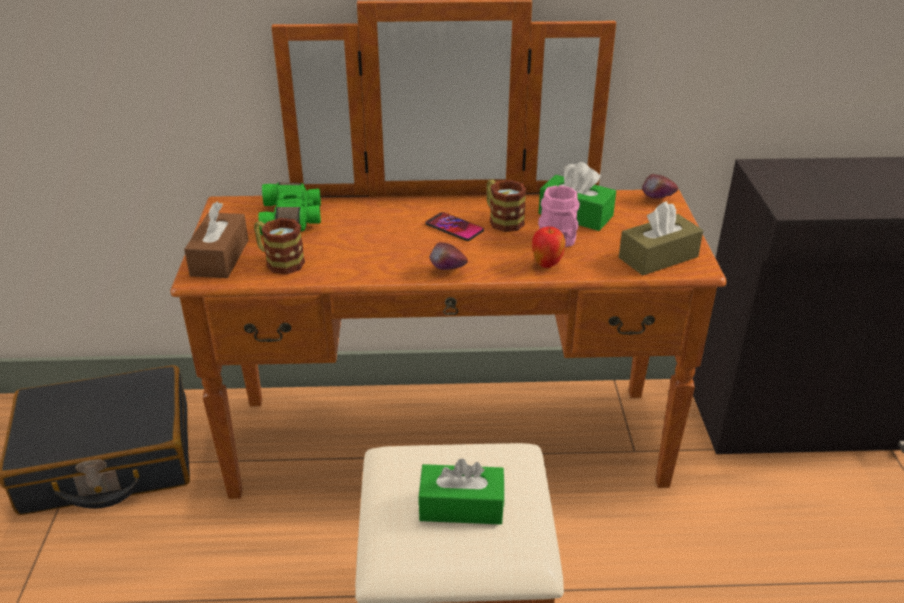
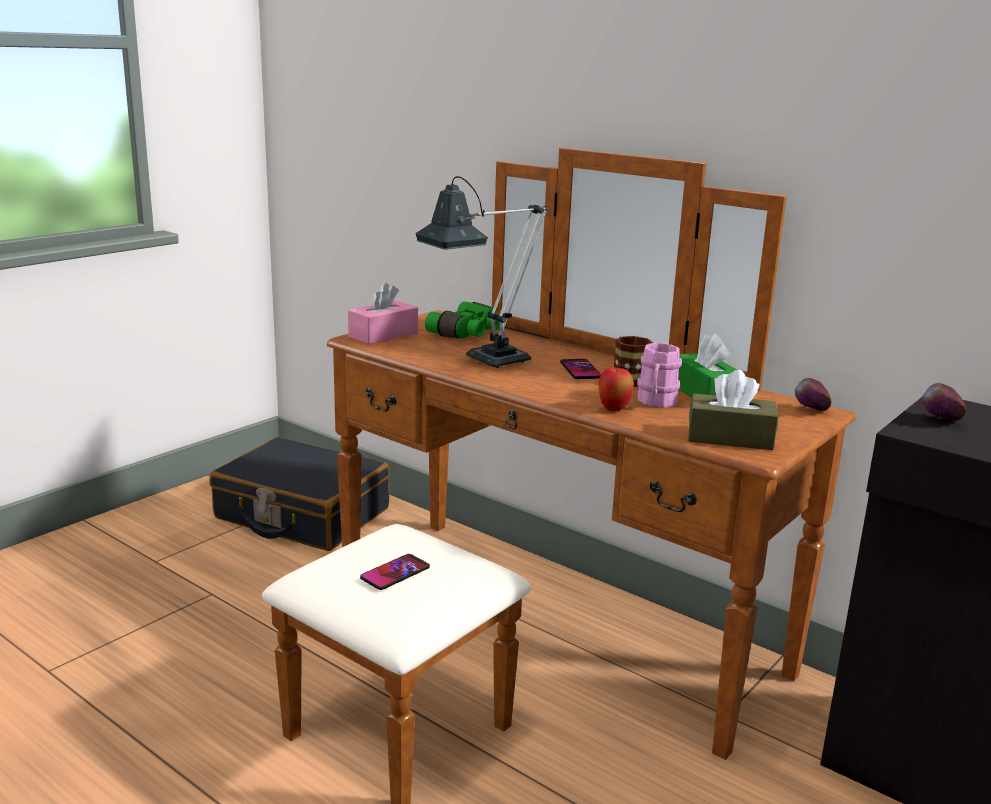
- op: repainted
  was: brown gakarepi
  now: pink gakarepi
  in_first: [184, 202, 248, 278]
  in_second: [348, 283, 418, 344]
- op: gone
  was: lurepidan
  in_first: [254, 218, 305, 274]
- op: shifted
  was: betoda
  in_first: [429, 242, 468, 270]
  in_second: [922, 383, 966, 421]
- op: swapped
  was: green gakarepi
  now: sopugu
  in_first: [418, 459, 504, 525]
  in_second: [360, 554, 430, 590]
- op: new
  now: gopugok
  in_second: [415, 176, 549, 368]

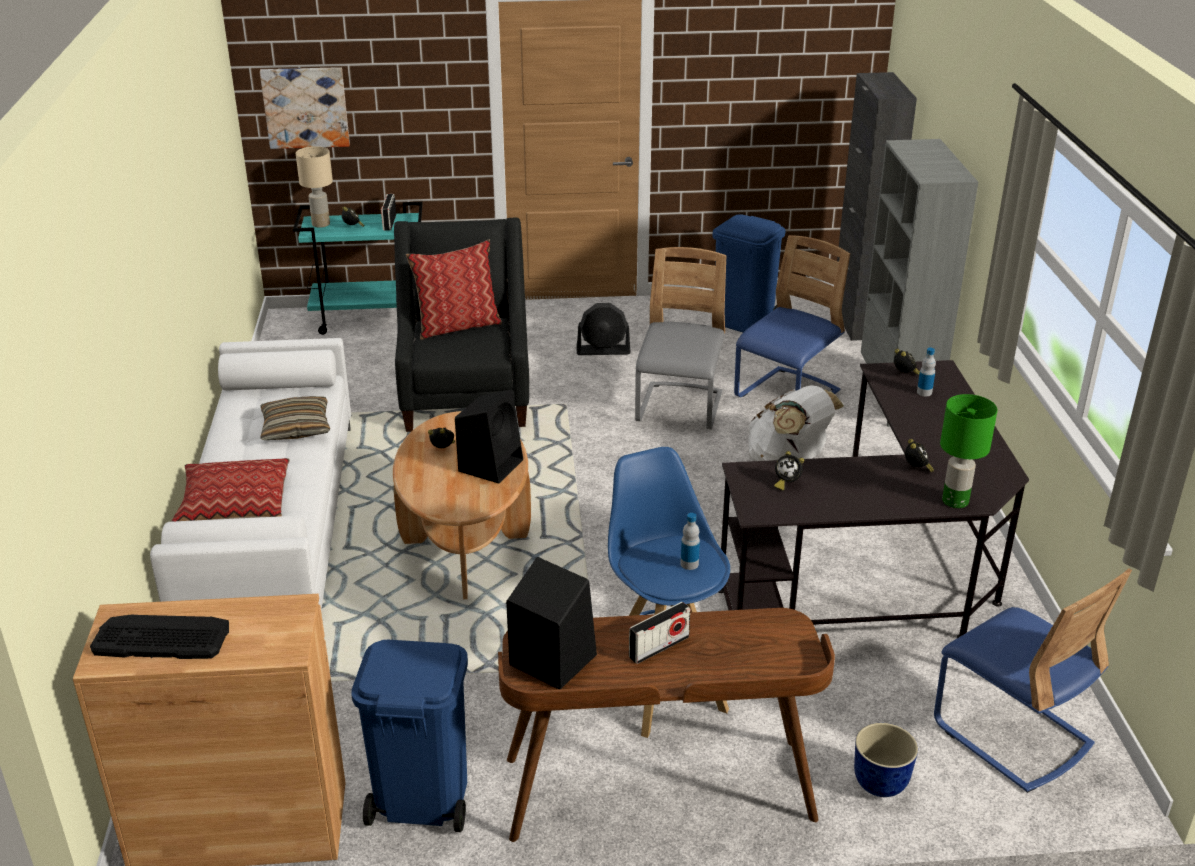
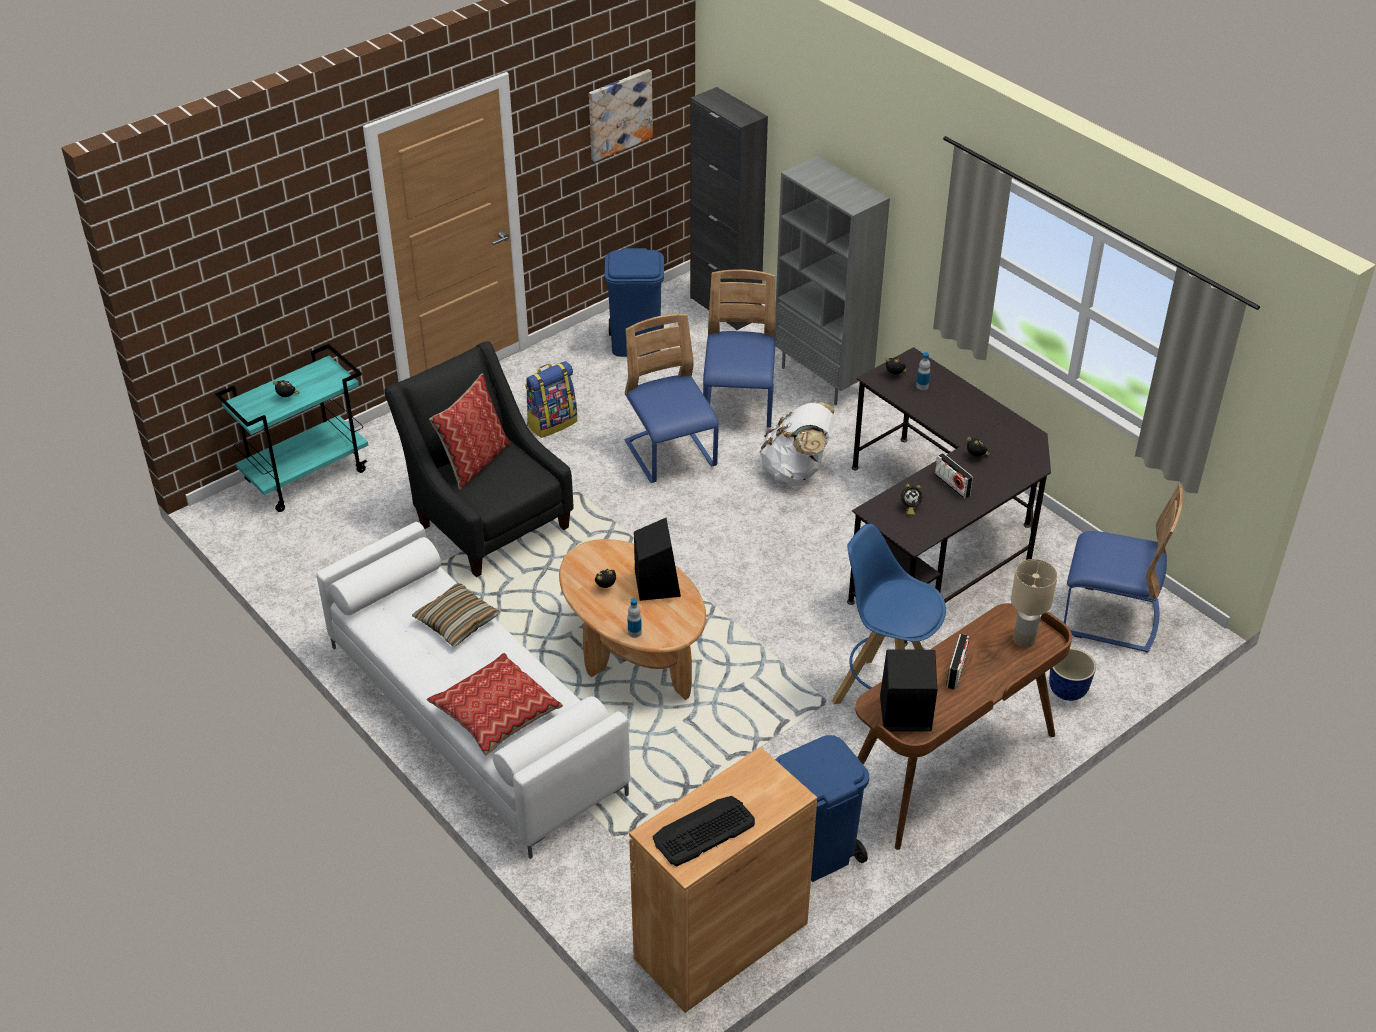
- op: shifted
  was: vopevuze
  in_first: [260, 67, 350, 149]
  in_second: [589, 69, 653, 162]
- op: shifted
  was: beige gopugok
  in_first: [296, 146, 333, 228]
  in_second: [1011, 559, 1058, 648]
- op: shifted
  was: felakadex
  in_first: [381, 194, 396, 230]
  in_second: [935, 453, 973, 499]
- op: repainted
  was: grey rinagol
  now: blue rinagol
  in_first: [635, 247, 726, 429]
  in_second: [625, 314, 719, 483]
- op: swapped
  was: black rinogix
  now: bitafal
  in_first: [576, 303, 631, 355]
  in_second: [525, 361, 577, 438]
- op: gone
  was: green gopugok
  in_first: [940, 394, 997, 508]
- op: shifted
  was: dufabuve
  in_first: [680, 513, 700, 570]
  in_second: [627, 598, 642, 638]

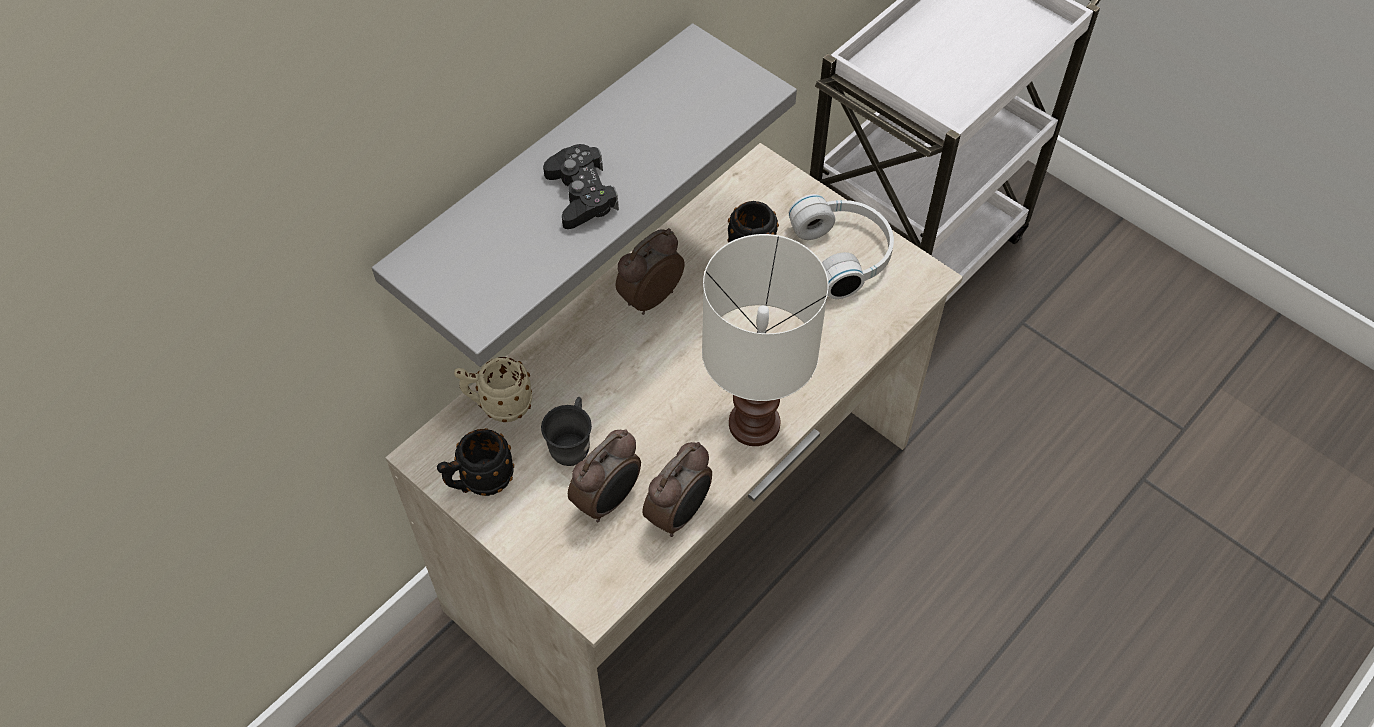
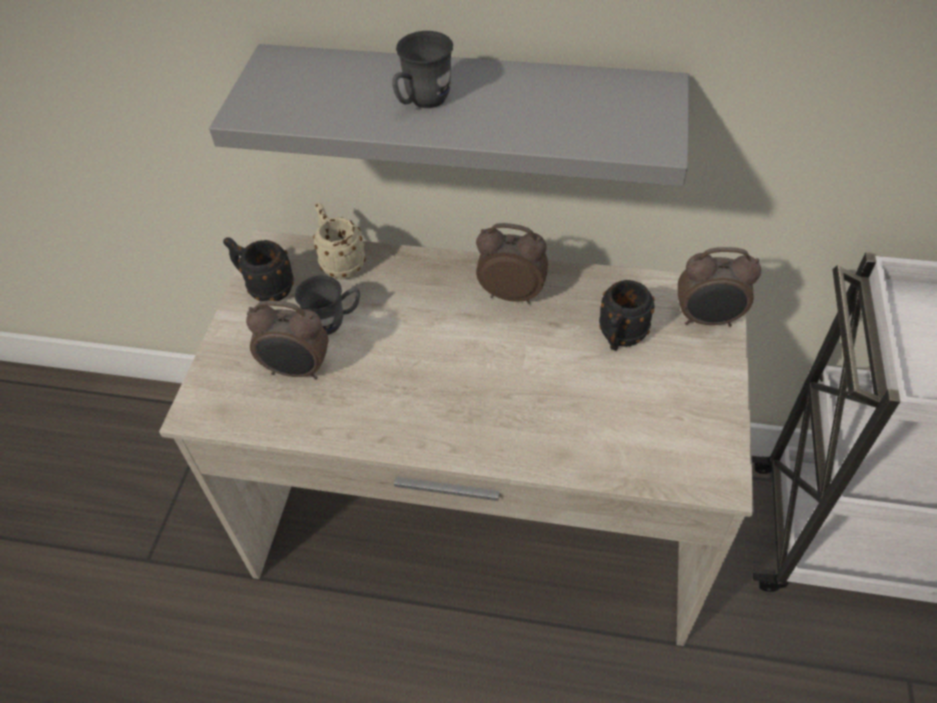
- op: swapped
  was: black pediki
  now: grey lurepidan
  in_first: [543, 144, 619, 229]
  in_second: [392, 31, 453, 108]
- op: gone
  was: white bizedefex
  in_first: [789, 194, 894, 299]
- op: gone
  was: white gopugok
  in_first: [702, 234, 829, 446]
- op: shifted
  was: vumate
  in_first: [642, 442, 712, 537]
  in_second: [678, 247, 761, 327]

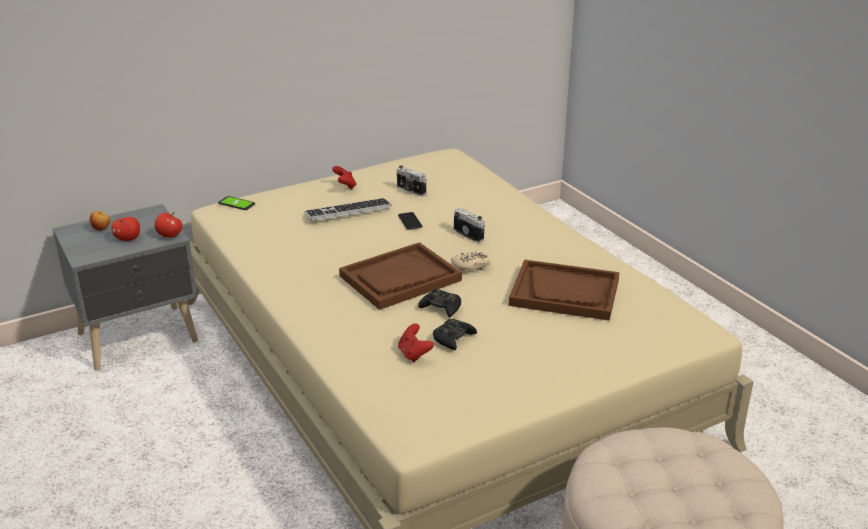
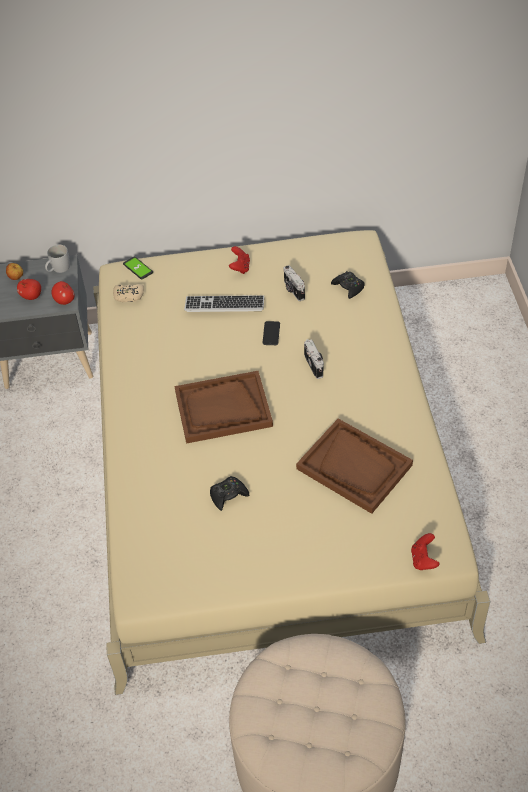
- op: shifted
  was: beige pediki
  in_first: [451, 251, 490, 272]
  in_second: [113, 284, 144, 302]
- op: shifted
  was: black pediki
  in_first: [418, 288, 461, 317]
  in_second: [331, 271, 365, 299]
- op: shifted
  was: red pediki
  in_first: [398, 323, 434, 362]
  in_second: [411, 533, 439, 570]
- op: new
  now: white lurepidan
  in_second: [45, 244, 70, 273]

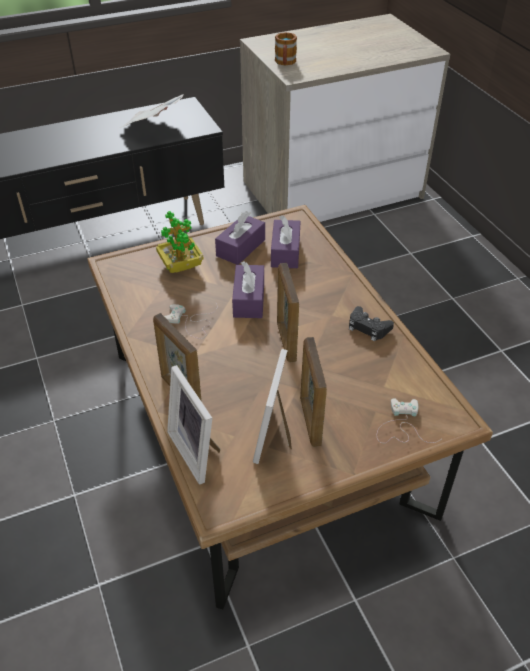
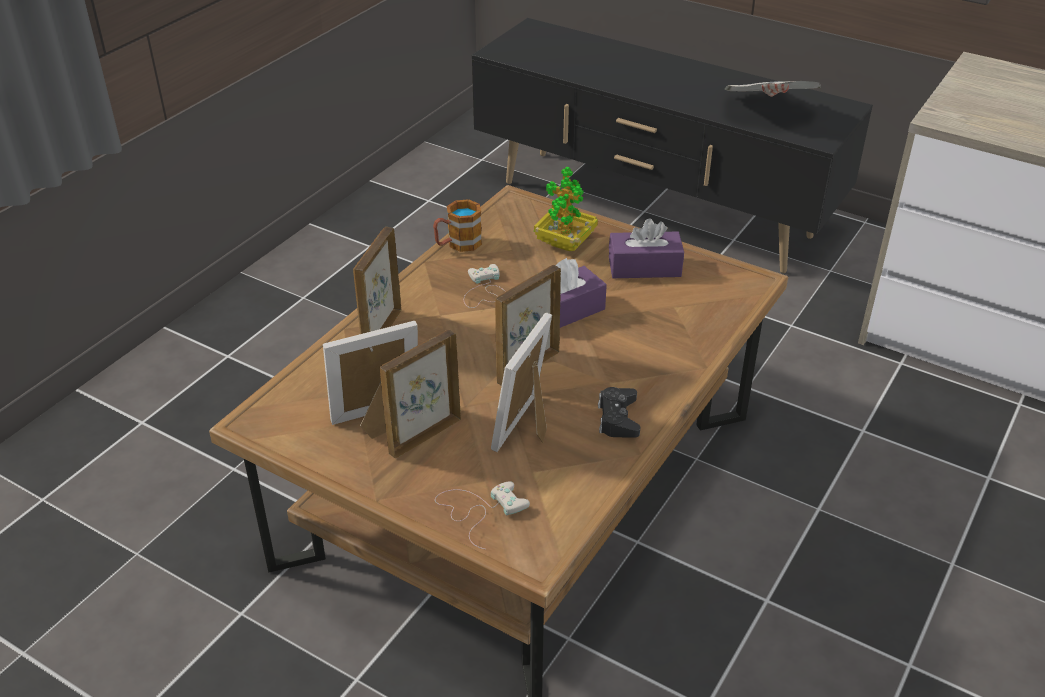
- op: shifted
  was: lurepidan
  in_first: [275, 32, 297, 66]
  in_second: [433, 199, 482, 252]
- op: gone
  was: purple gakarepi
  in_first: [271, 215, 300, 268]
- op: shifted
  was: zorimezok
  in_first: [167, 365, 221, 485]
  in_second: [491, 313, 552, 452]

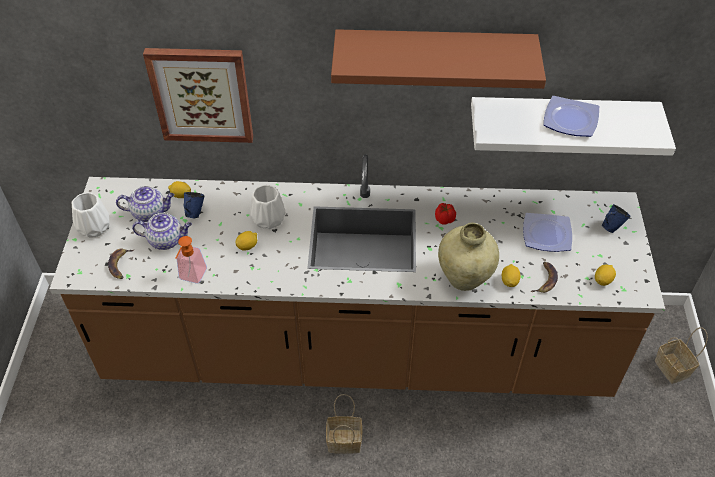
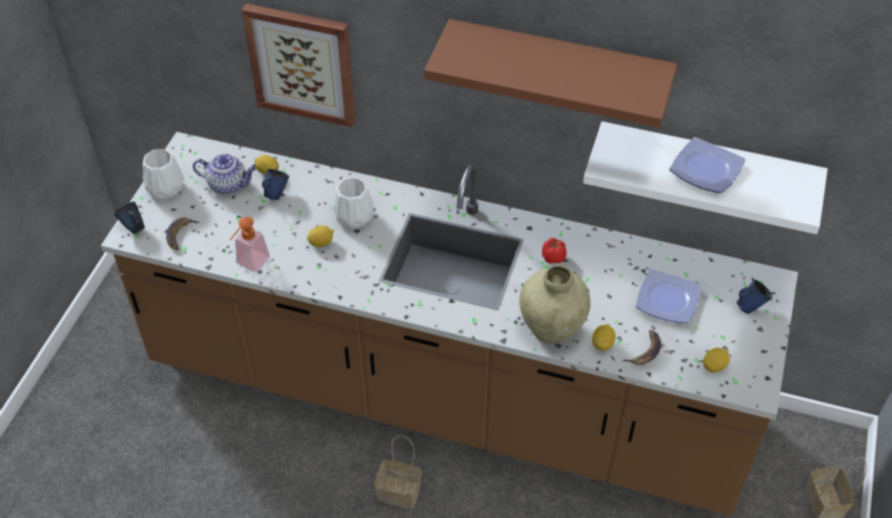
- op: gone
  was: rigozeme
  in_first: [132, 213, 192, 250]
- op: new
  now: blue lurepidan
  in_second: [114, 202, 145, 234]

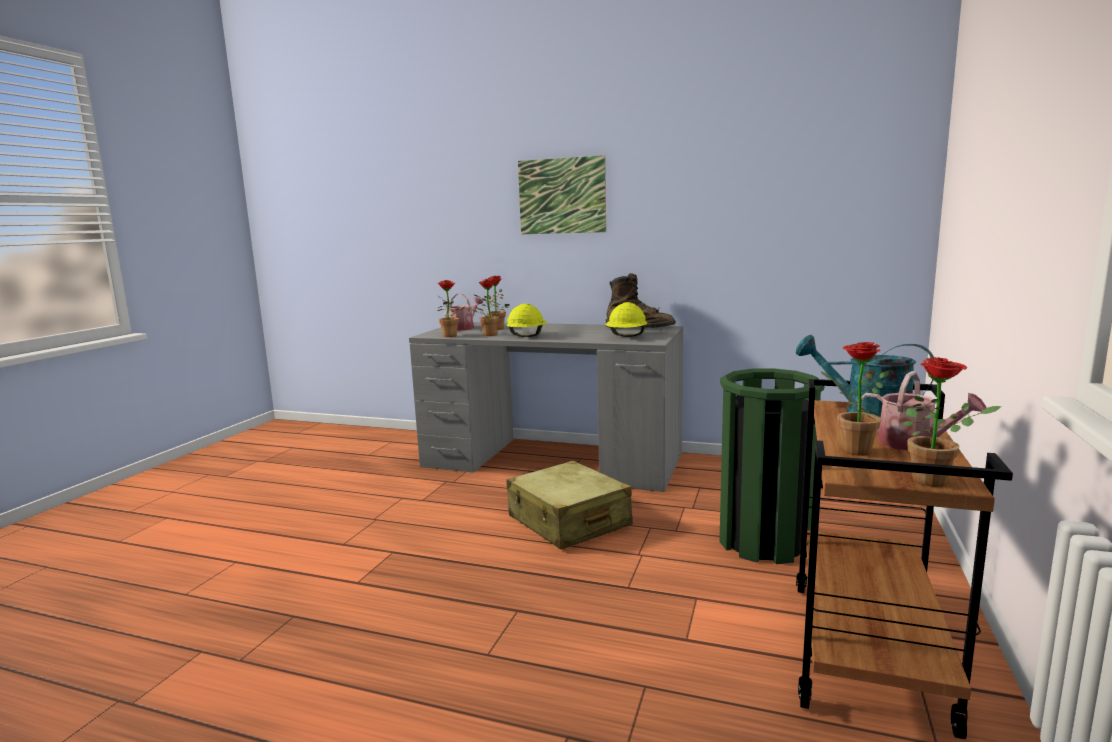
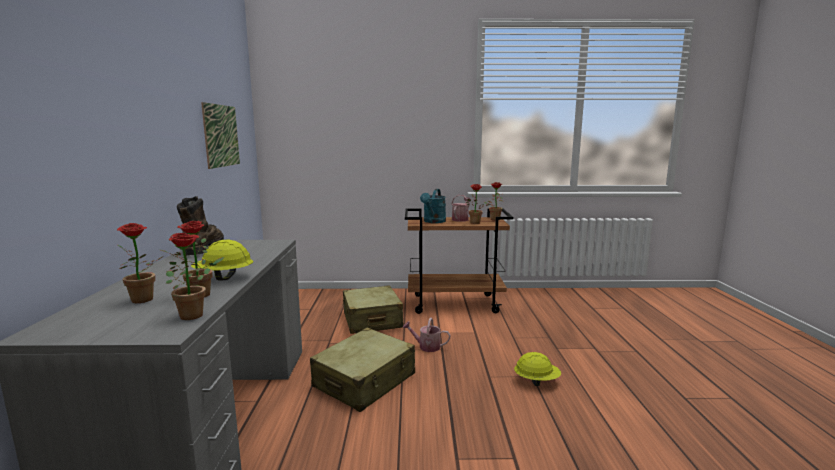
- op: shifted
  was: vopevuze
  in_first: [518, 155, 606, 234]
  in_second: [201, 102, 240, 169]
- op: shifted
  was: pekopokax
  in_first: [444, 294, 483, 331]
  in_second: [403, 317, 451, 352]
- op: shifted
  was: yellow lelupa
  in_first: [605, 302, 647, 337]
  in_second: [514, 352, 561, 386]
- op: swapped
  was: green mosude
  now: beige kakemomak
  in_first: [719, 369, 824, 564]
  in_second: [342, 285, 403, 334]

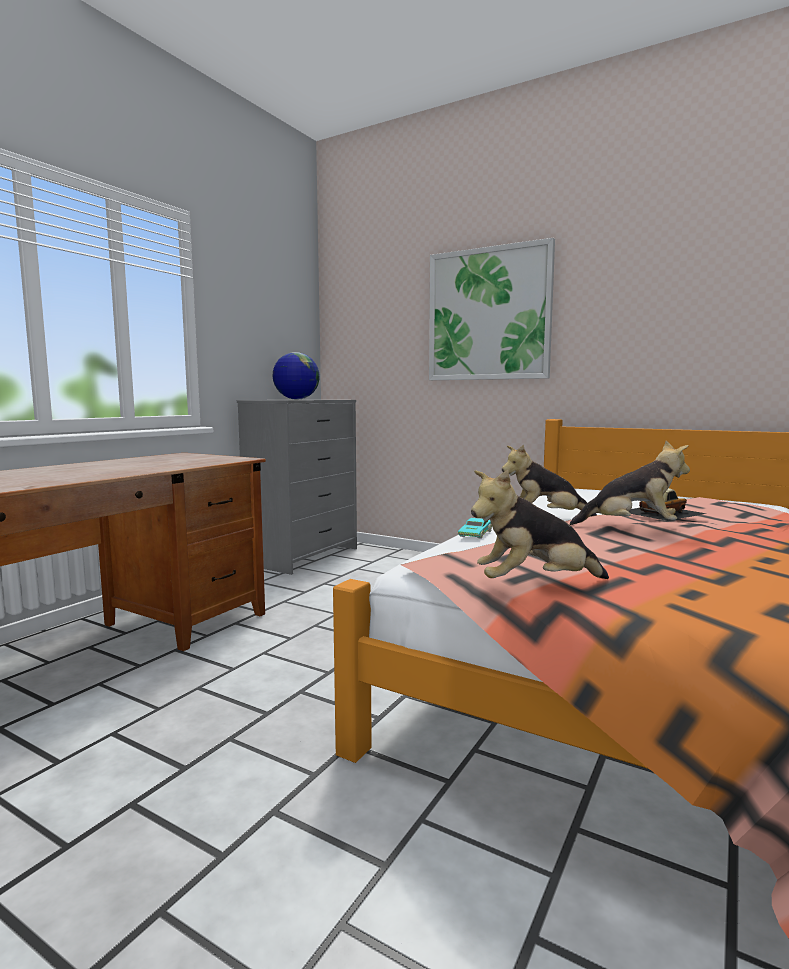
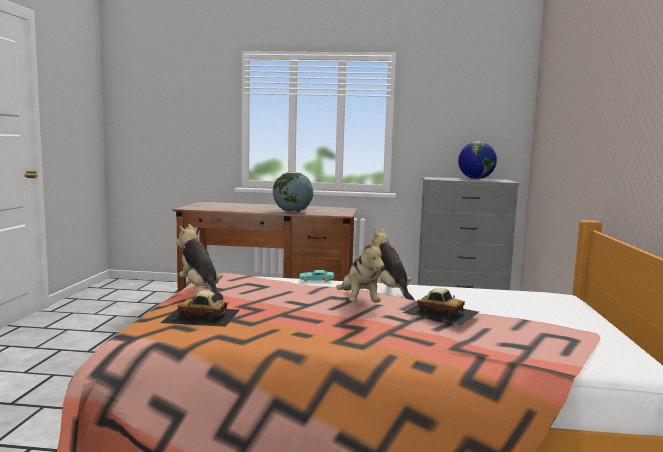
- op: gone
  was: vopevuze
  in_first: [429, 238, 555, 380]
- op: new
  now: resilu
  in_second: [273, 172, 313, 212]
- op: new
  now: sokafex
  in_second: [160, 290, 239, 327]

